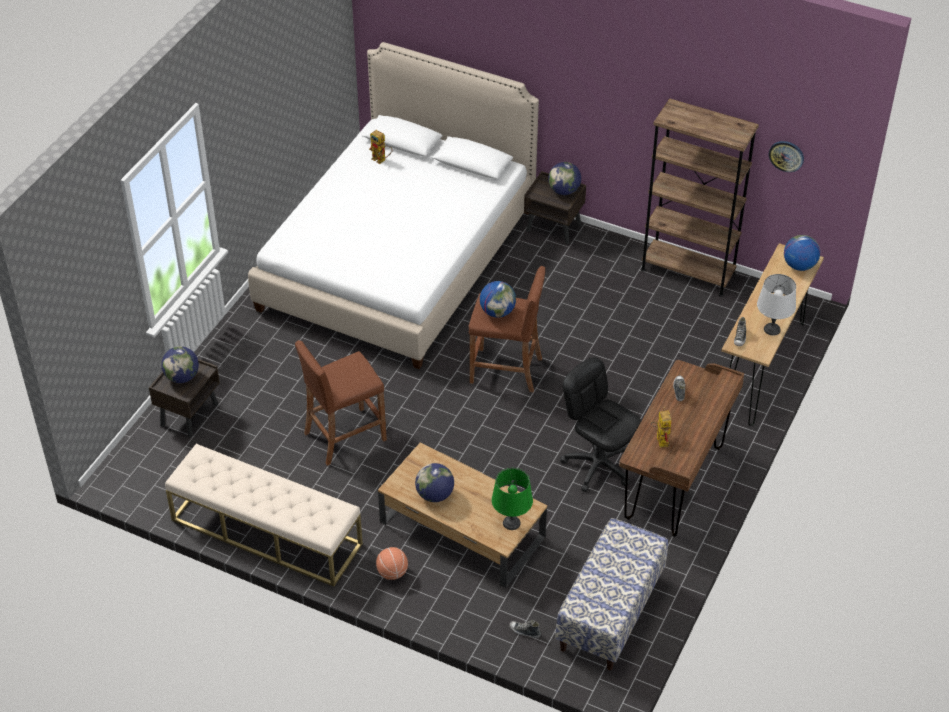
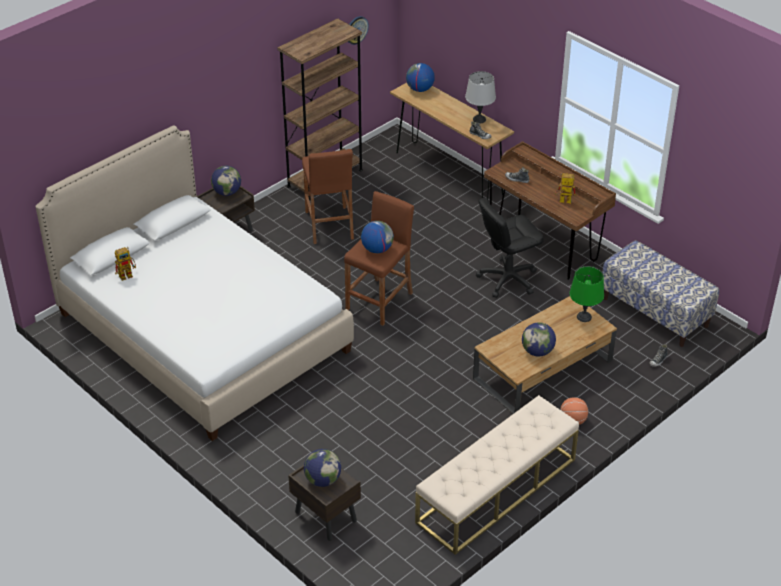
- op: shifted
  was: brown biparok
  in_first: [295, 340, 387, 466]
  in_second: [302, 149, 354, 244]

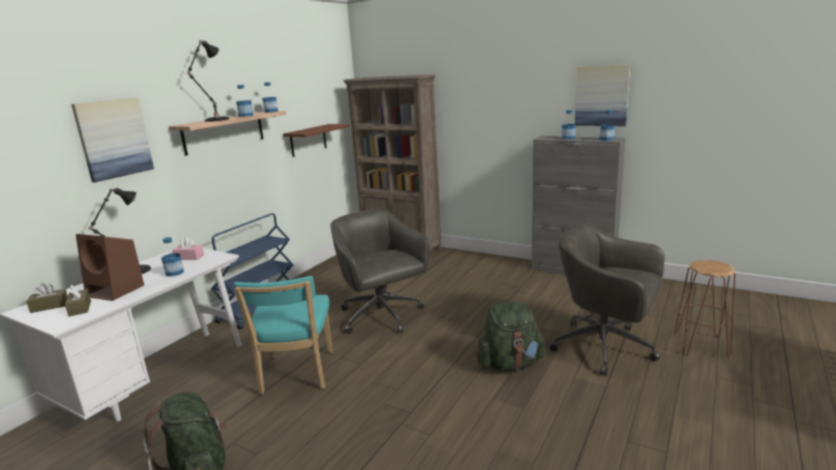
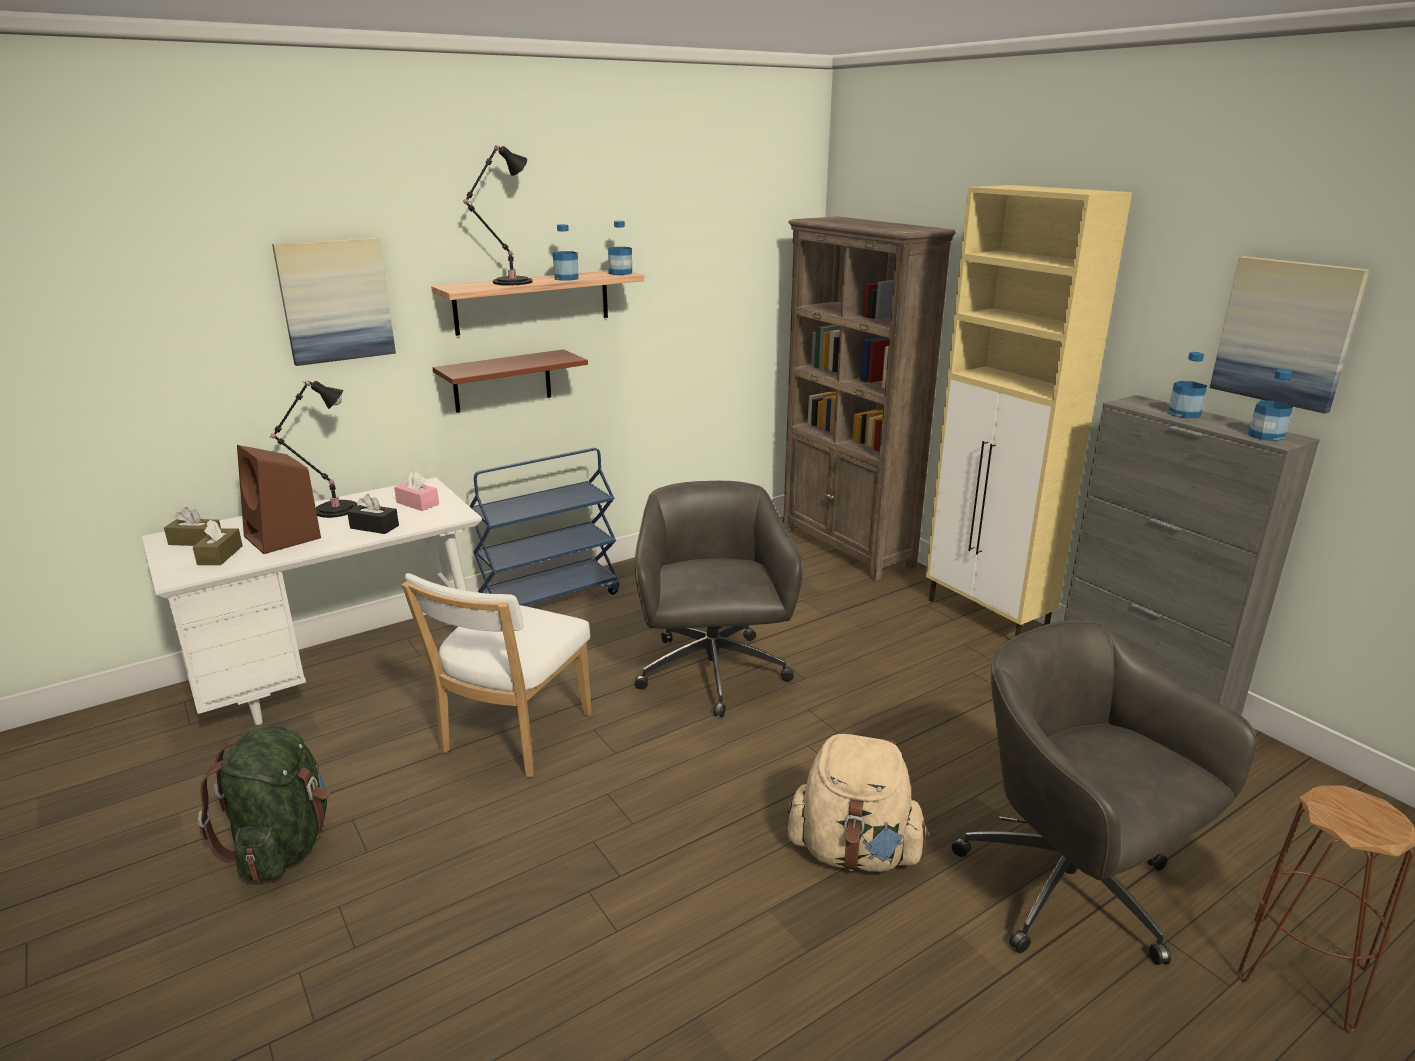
- op: shifted
  was: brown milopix
  in_first: [283, 124, 350, 157]
  in_second: [433, 349, 588, 413]
- op: swapped
  was: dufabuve
  now: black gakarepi
  in_first: [161, 237, 184, 277]
  in_second: [347, 494, 399, 534]
- op: repainted
  was: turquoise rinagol
  now: white rinagol
  in_first: [233, 276, 333, 395]
  in_second: [402, 573, 592, 777]
- op: repainted
  was: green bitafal
  now: beige bitafal
  in_first: [476, 302, 545, 372]
  in_second: [788, 734, 930, 872]
- op: new
  now: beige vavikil
  in_second: [926, 185, 1132, 636]

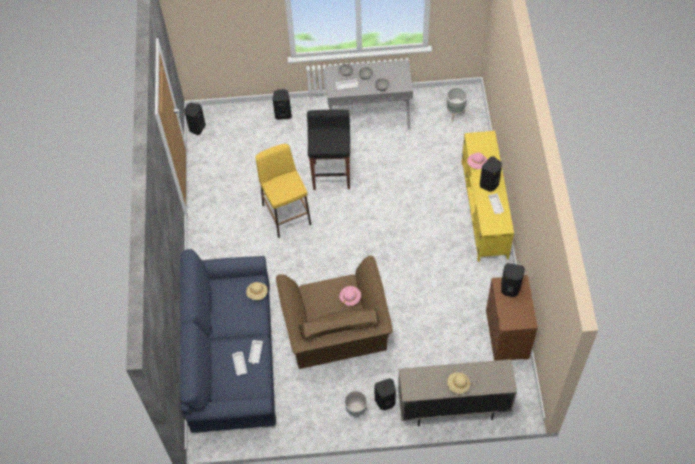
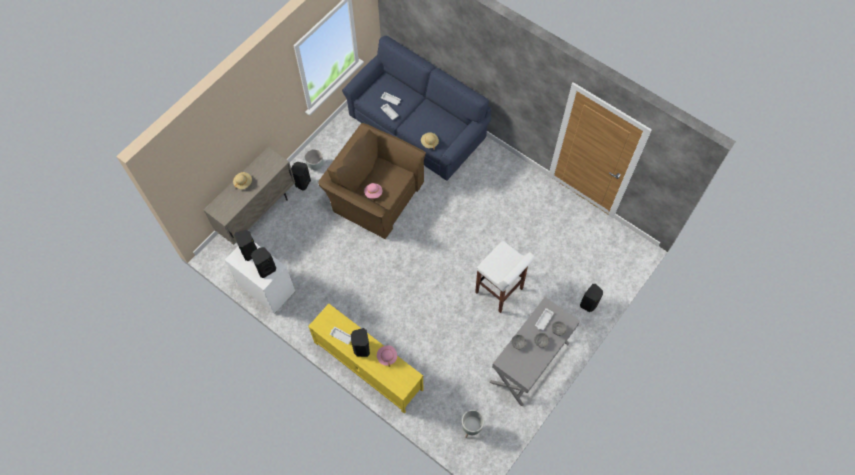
- op: shifted
  was: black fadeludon
  in_first: [184, 103, 206, 135]
  in_second: [234, 230, 257, 261]
- op: repainted
  was: black biparok
  now: white biparok
  in_first: [307, 109, 350, 190]
  in_second: [475, 241, 535, 313]
- op: gone
  was: yellow biparok
  in_first: [255, 144, 311, 238]
- op: repainted
  was: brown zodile
  now: white zodile
  in_first: [486, 275, 538, 361]
  in_second: [225, 242, 295, 314]

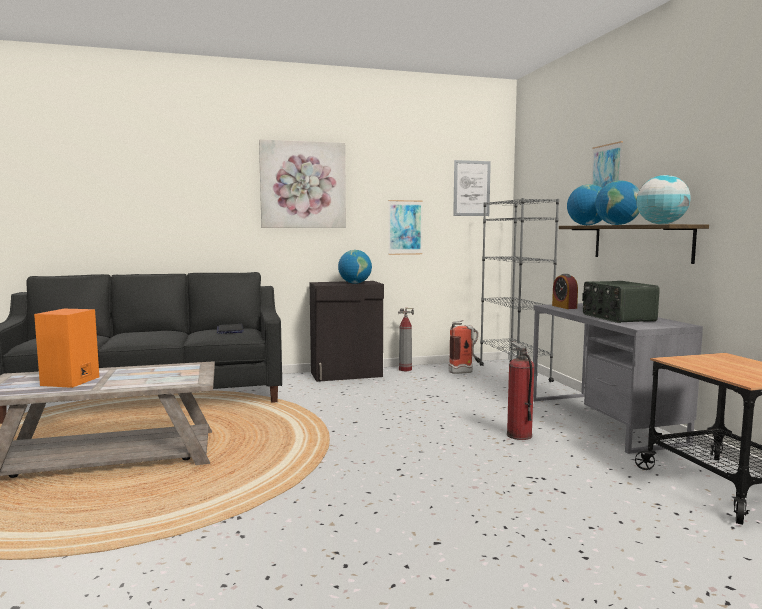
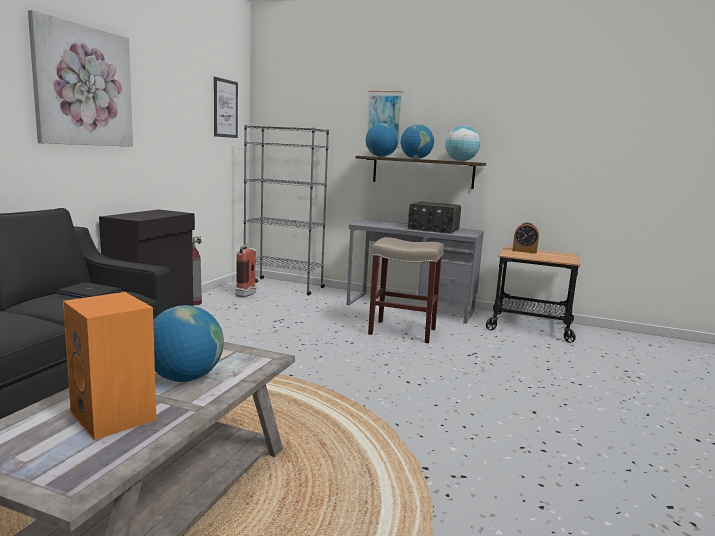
- op: gone
  was: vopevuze
  in_first: [389, 200, 423, 255]
- op: shifted
  was: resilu
  in_first: [338, 250, 372, 284]
  in_second: [153, 305, 224, 382]
- op: shifted
  was: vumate
  in_first: [552, 274, 578, 309]
  in_second: [512, 222, 539, 254]
- op: swapped
  was: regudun
  now: beige biparok
  in_first: [507, 342, 535, 440]
  in_second: [368, 237, 444, 343]

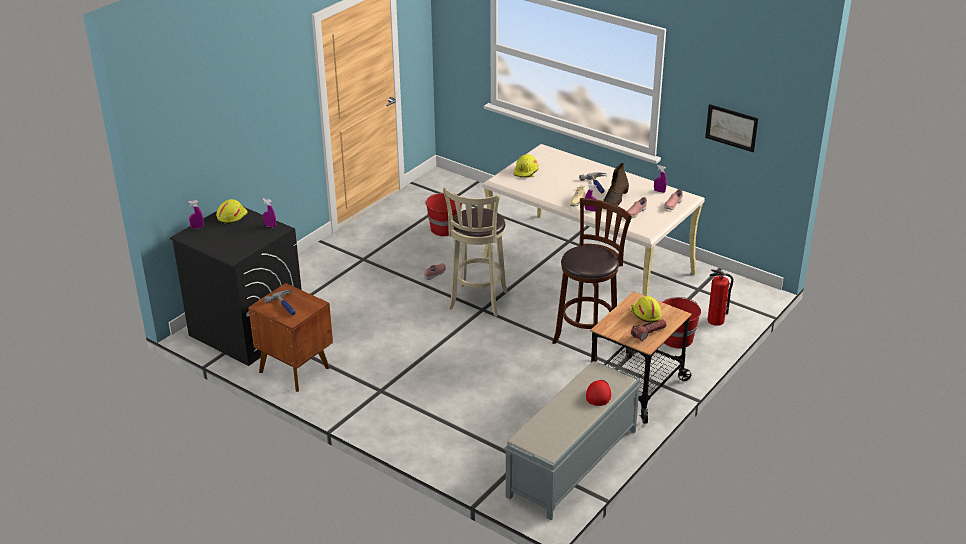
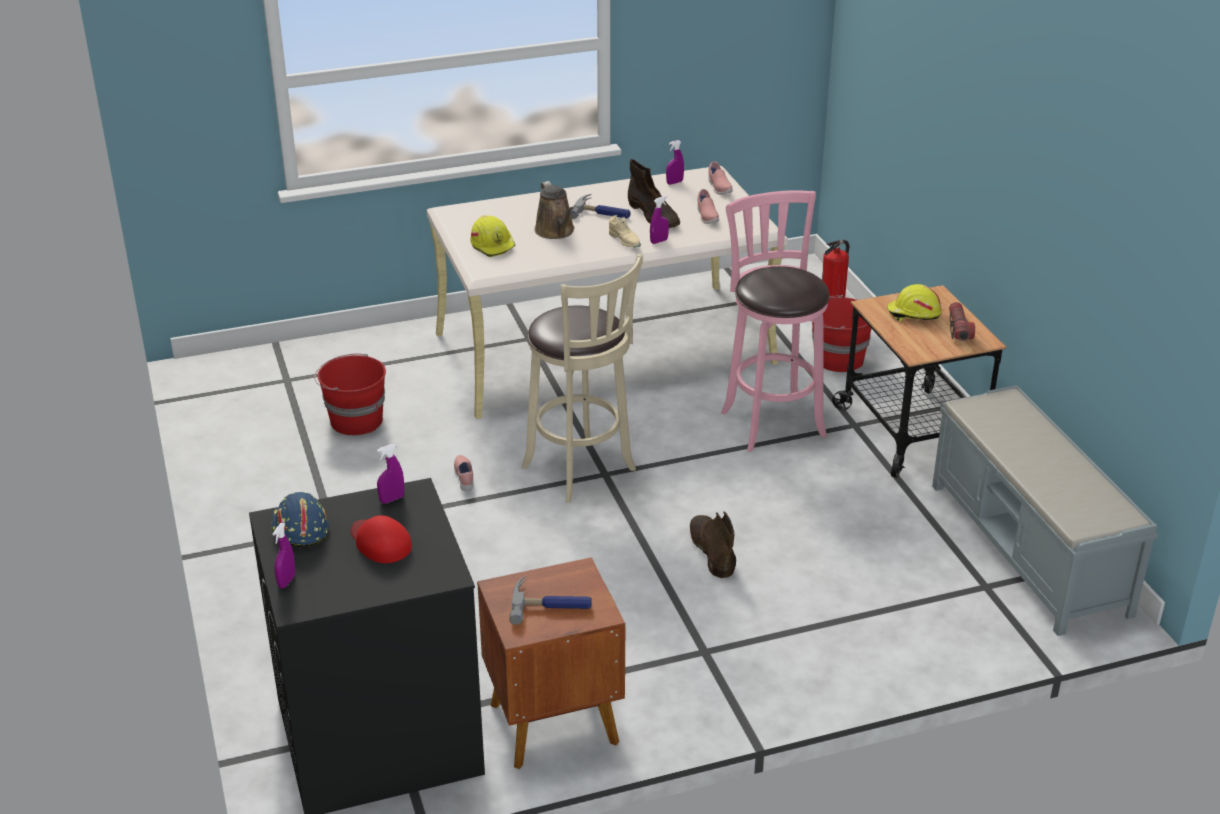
- op: gone
  was: vopevuze
  in_first: [705, 104, 758, 152]
- op: repainted
  was: brown biparok
  now: pink biparok
  in_first: [552, 198, 631, 362]
  in_second: [721, 190, 830, 452]
- op: repainted
  was: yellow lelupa
  now: blue lelupa
  in_first: [216, 199, 248, 224]
  in_second: [271, 492, 329, 547]
- op: shifted
  was: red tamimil
  in_first: [586, 380, 611, 406]
  in_second: [351, 515, 412, 563]
- op: new
  now: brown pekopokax
  in_second: [534, 181, 575, 239]
- op: new
  now: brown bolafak
  in_second: [690, 512, 736, 579]

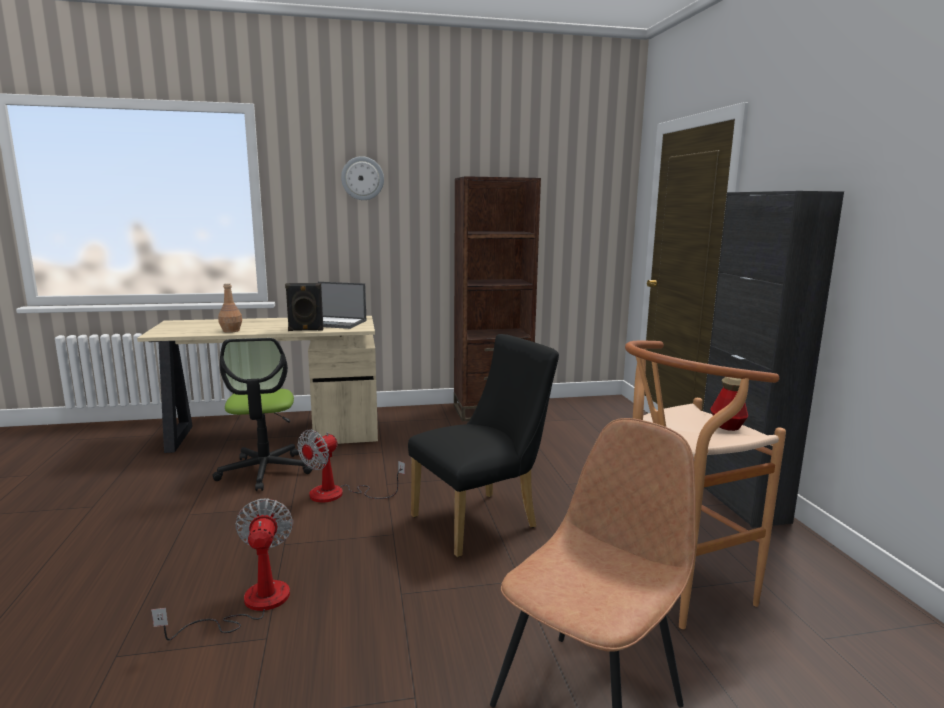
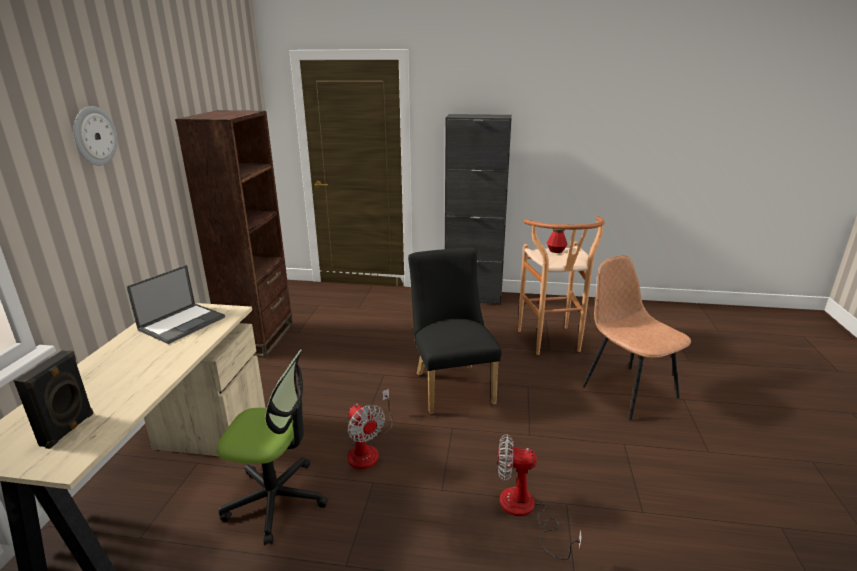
- op: gone
  was: brown dufabuve
  in_first: [218, 283, 242, 333]
- op: shifted
  was: black fadeludon
  in_first: [285, 283, 323, 331]
  in_second: [14, 350, 94, 449]

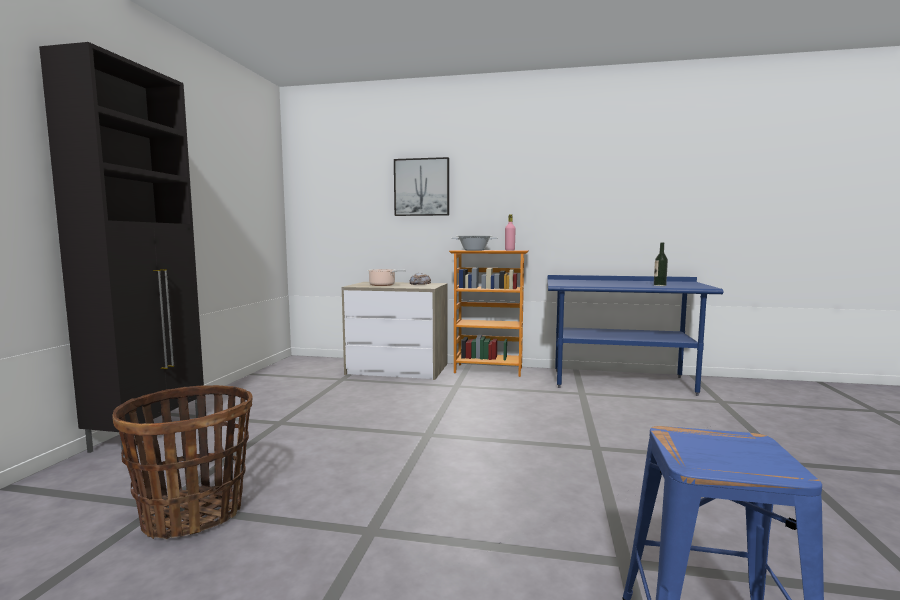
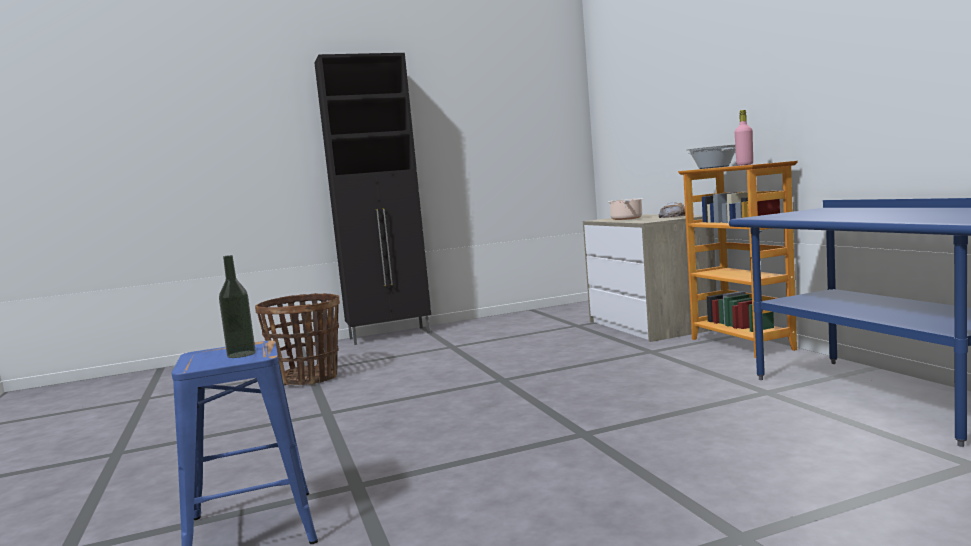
- op: gone
  was: vopevuze
  in_first: [394, 157, 449, 216]
- op: shifted
  was: dufabuve
  in_first: [654, 243, 668, 286]
  in_second: [219, 255, 256, 358]

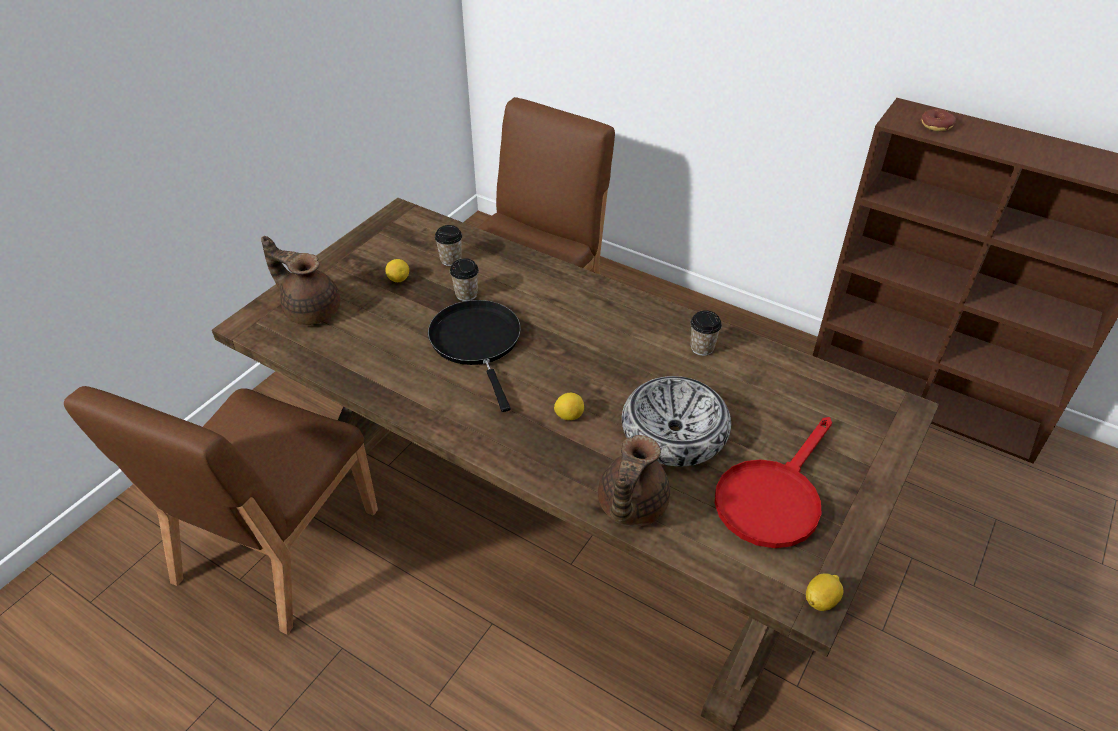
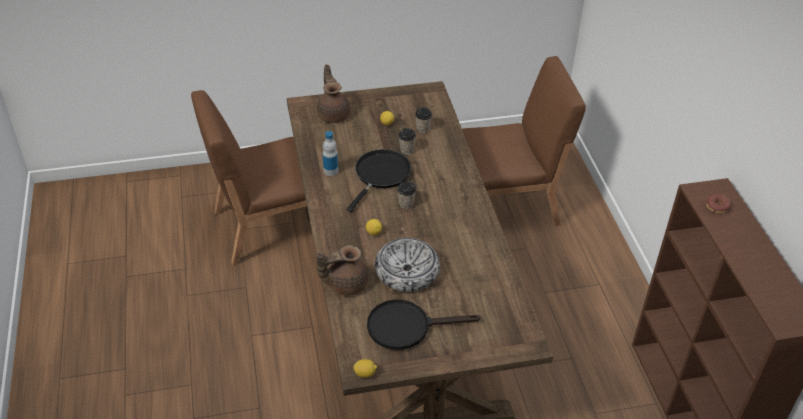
- op: shifted
  was: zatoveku
  in_first: [690, 310, 722, 356]
  in_second: [397, 181, 416, 209]
- op: repainted
  was: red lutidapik
  now: black lutidapik
  in_first: [715, 417, 832, 548]
  in_second: [367, 299, 481, 350]
- op: new
  now: dufabuve
  in_second: [323, 131, 338, 176]

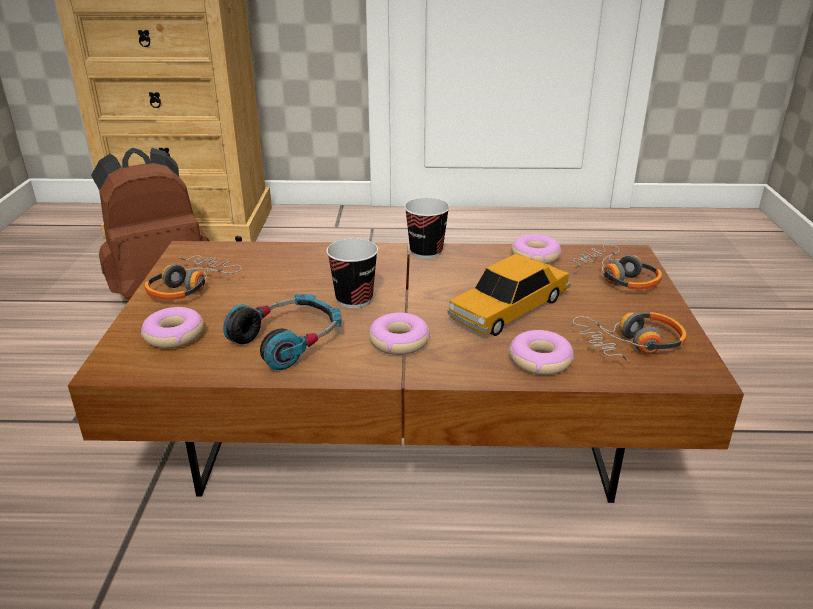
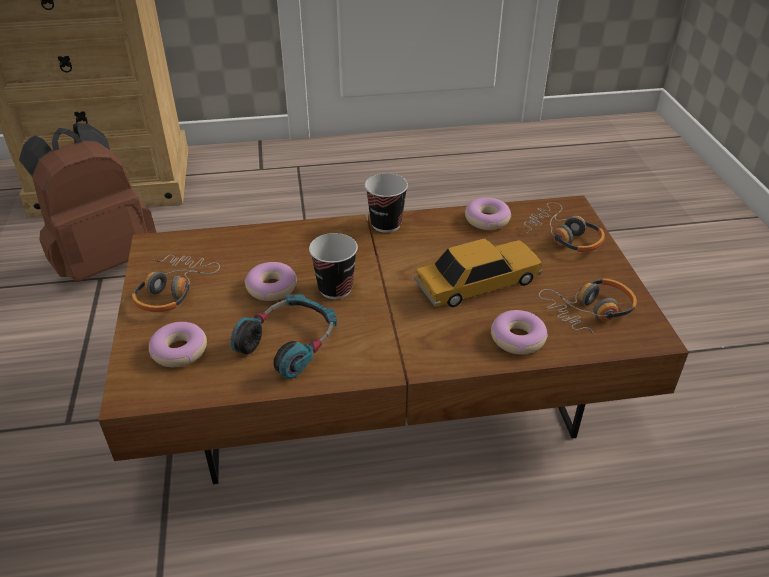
- op: rotated
  was: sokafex
  in_first: [447, 254, 571, 336]
  in_second: [414, 238, 542, 307]
  clockwise: -150
- op: shifted
  was: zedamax
  in_first: [368, 312, 430, 355]
  in_second: [244, 262, 297, 301]

